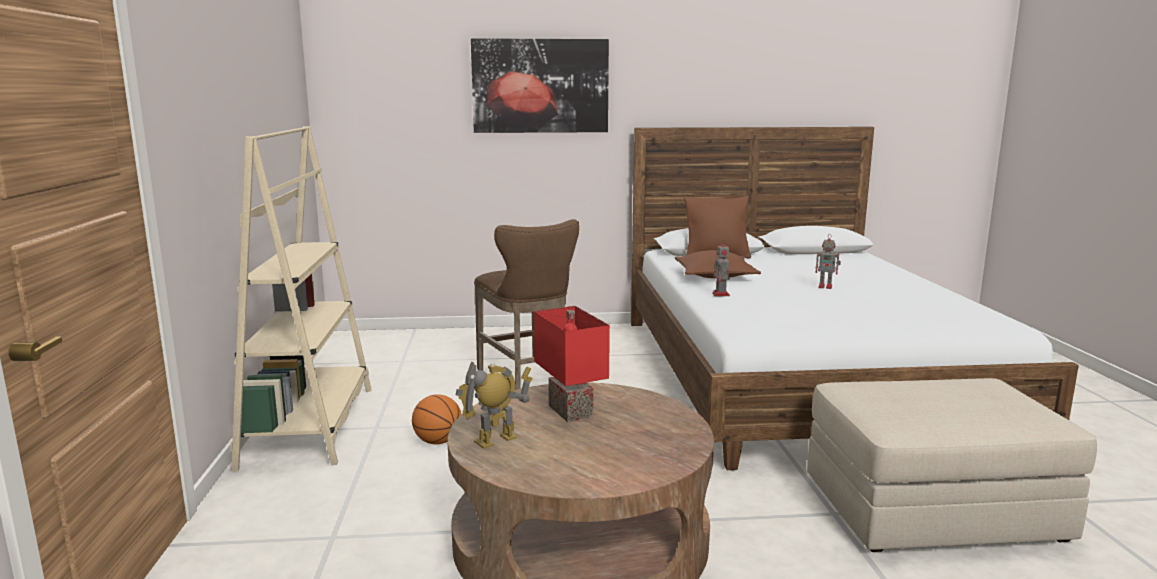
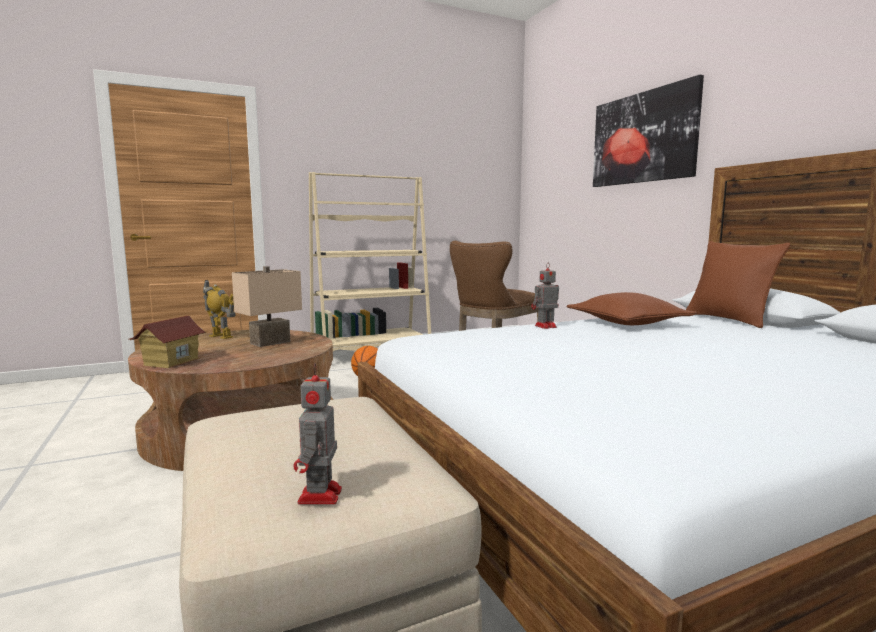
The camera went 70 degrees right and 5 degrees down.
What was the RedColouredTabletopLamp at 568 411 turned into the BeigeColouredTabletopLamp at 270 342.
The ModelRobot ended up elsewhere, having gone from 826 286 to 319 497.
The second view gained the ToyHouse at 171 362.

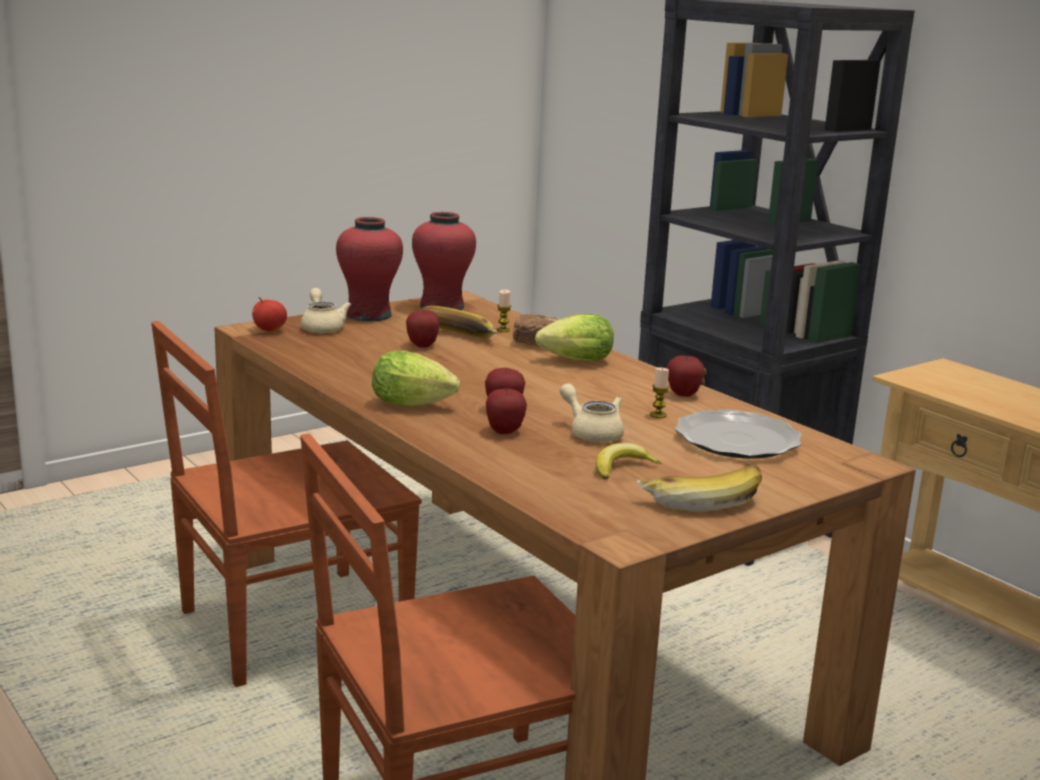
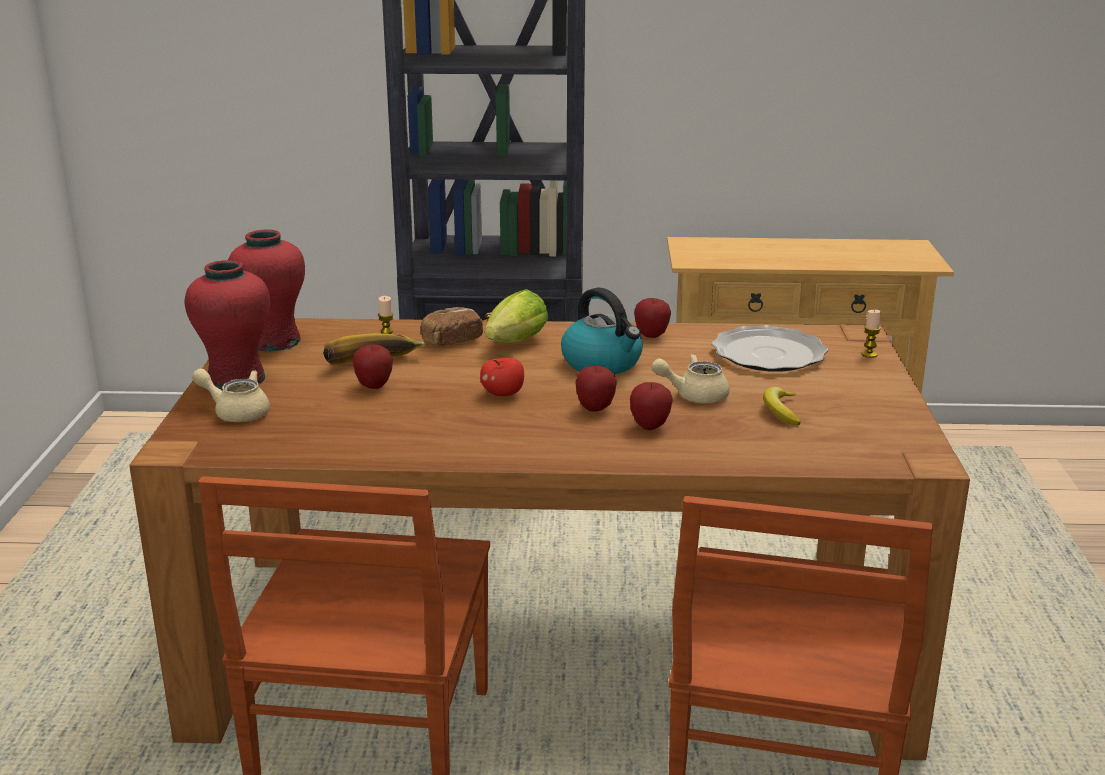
The camera went 50 degrees left and 5 degrees up.
The WholeApple ended up elsewhere, having gone from 269 330 to 503 394.
The second view lost the HeadOfLettuce at 416 405.
The second view lost the WholeBanana at 700 500.
The WaxCandle ended up elsewhere, having gone from 658 415 to 869 354.
The second view gained the WaterKettle at 603 363.

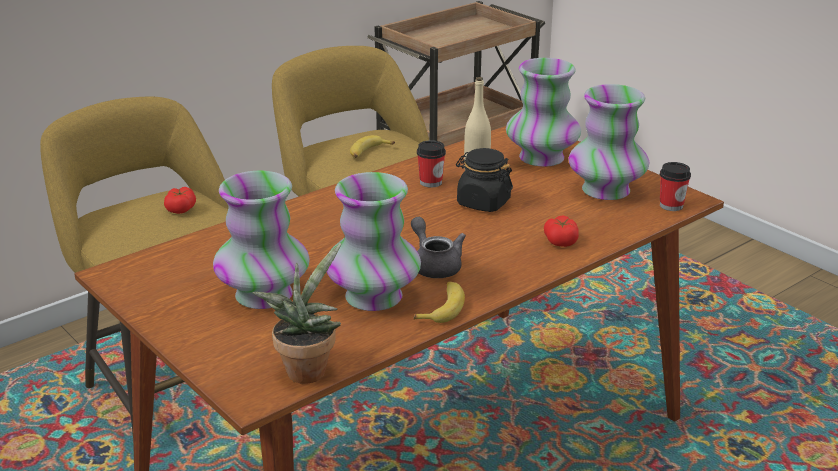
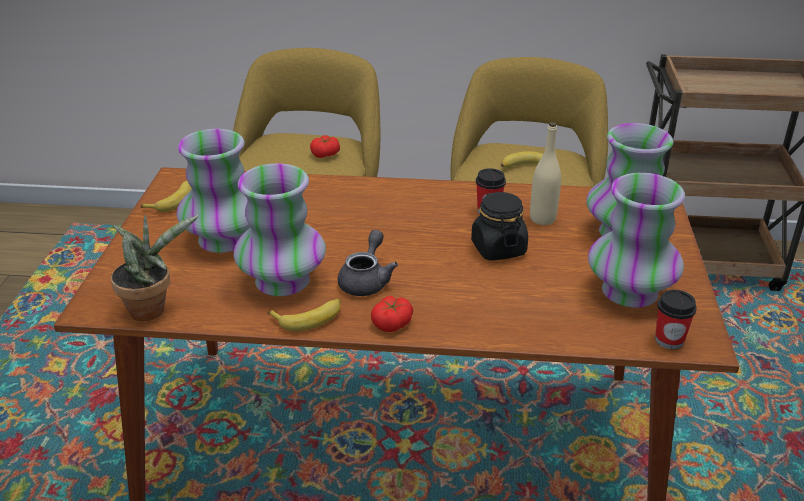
The camera went 45 degrees right and 5 degrees up.
The FreshTomato ended up elsewhere, having gone from 561 241 to 392 323.
The second view gained the WholeBanana at 172 201.

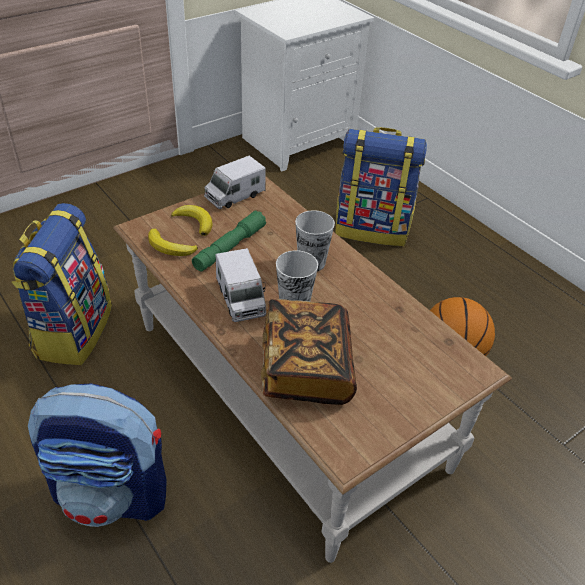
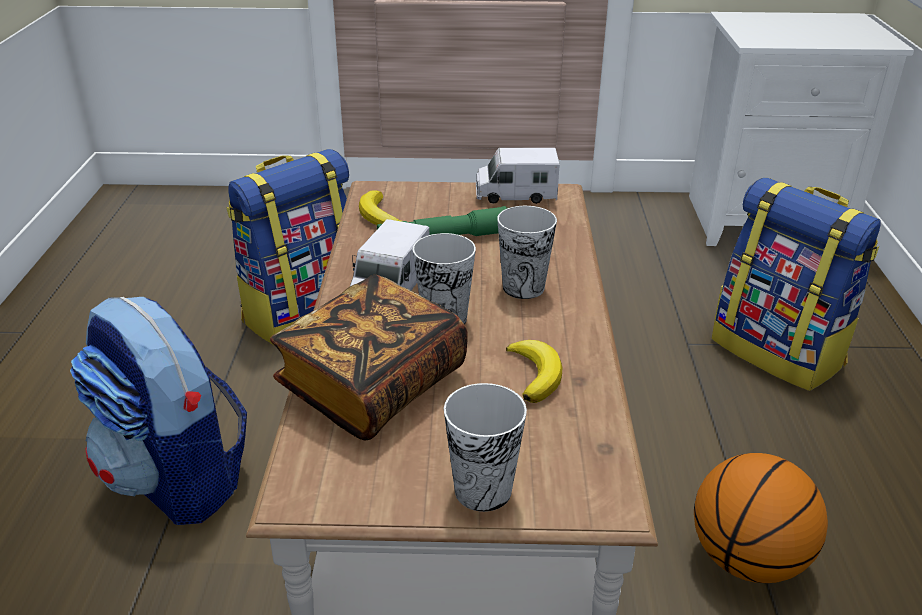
The camera went 40 degrees right and 10 degrees down.
The WholeBanana ended up elsewhere, having gone from 195 222 to 535 374.
The second view gained the DrinkingCup at 483 490.

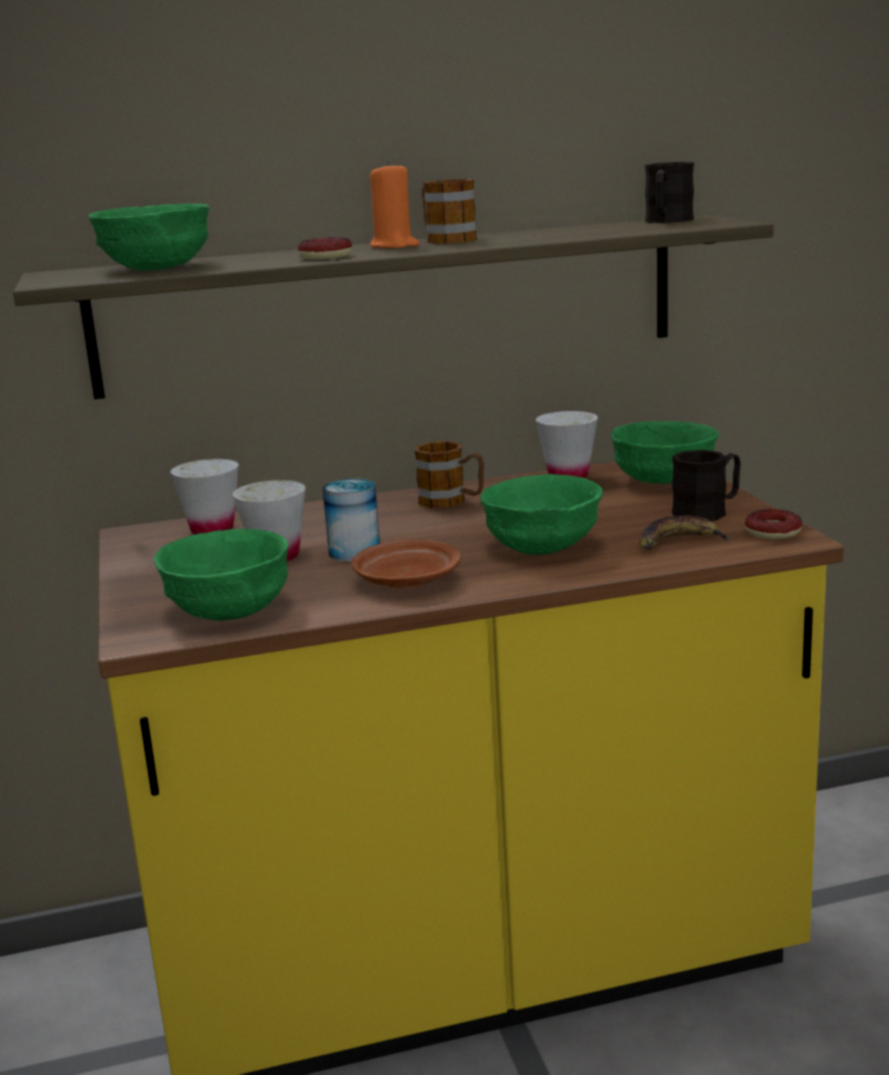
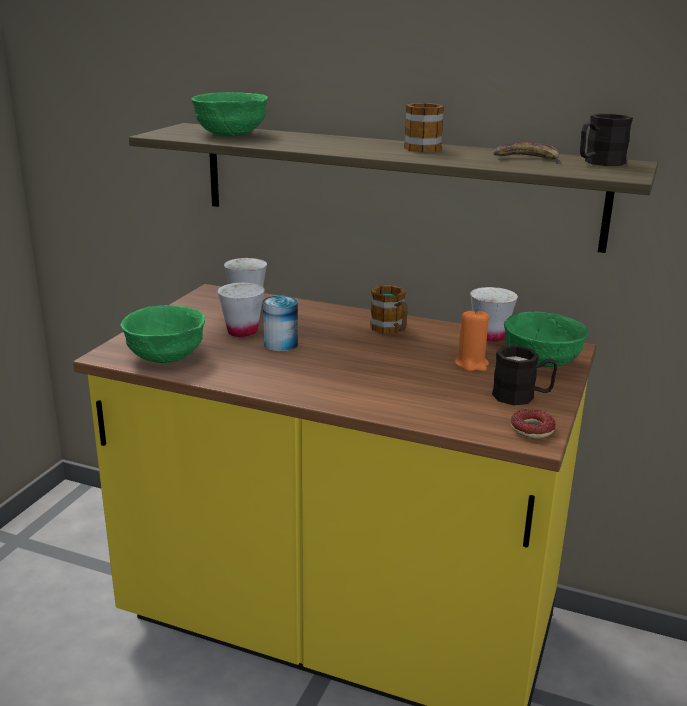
The camera went 35 degrees right and 5 degrees up.
The second view lost the Doughnut at 325 257.
The second view lost the BrownishDinnerPlate at 407 580.
The OrangeyWaxCandle ended up elsewhere, having gone from 394 246 to 471 364.
The second view lost the GreenColouredDeepDish at 544 547.
The WholeBanana ended up elsewhere, having gone from 678 542 to 526 158.

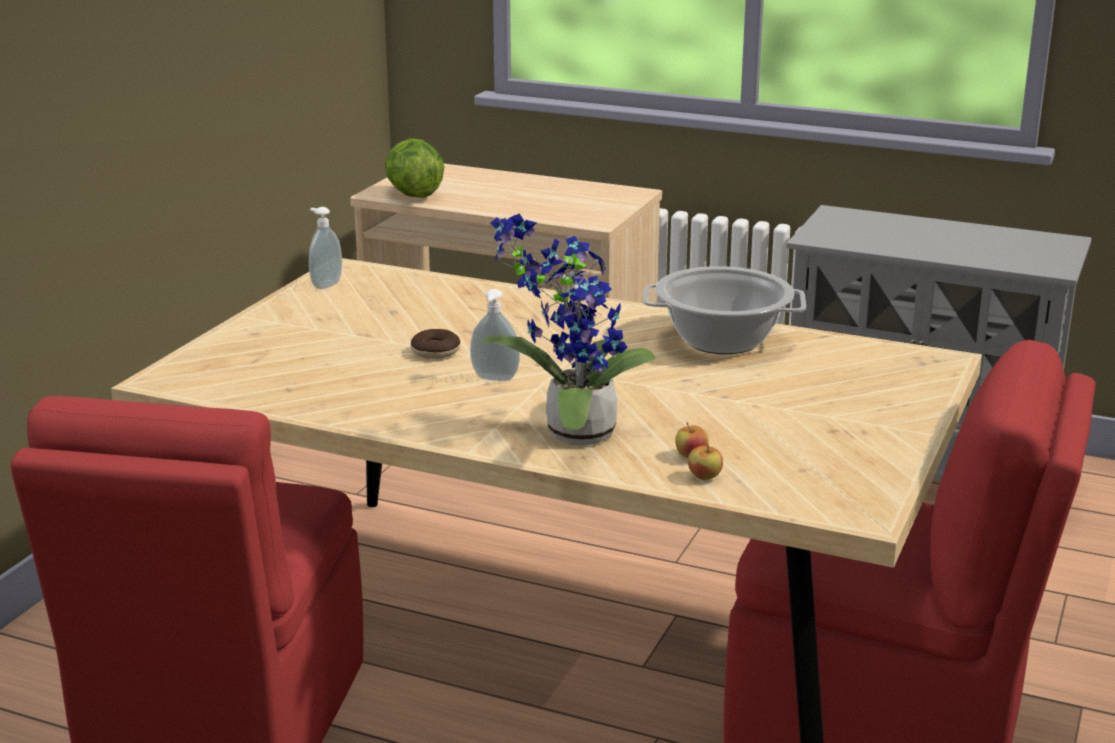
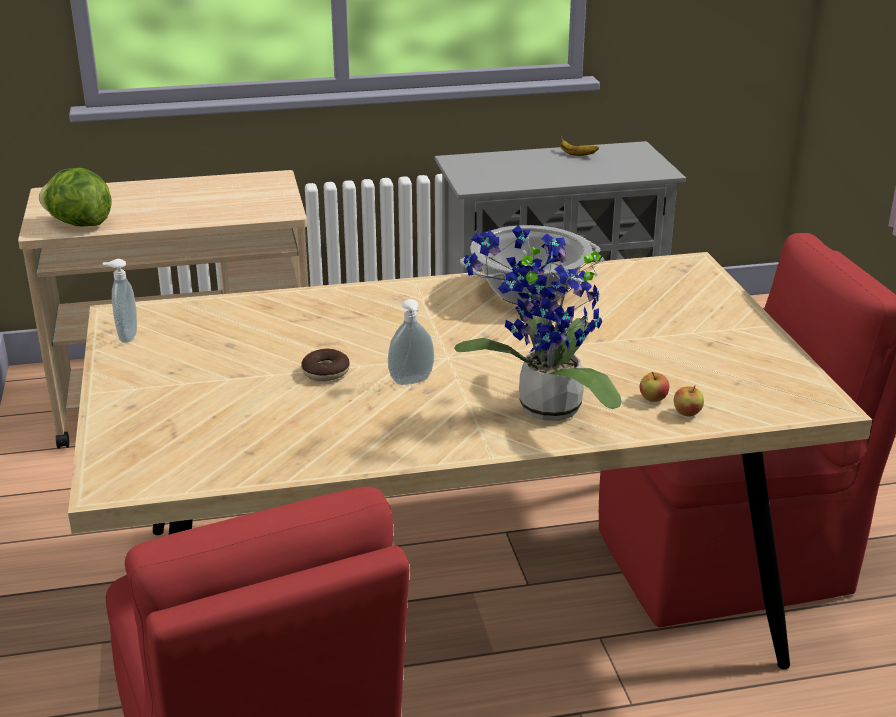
The camera went 35 degrees left and 5 degrees up.
The second view gained the WholeBanana at 576 155.

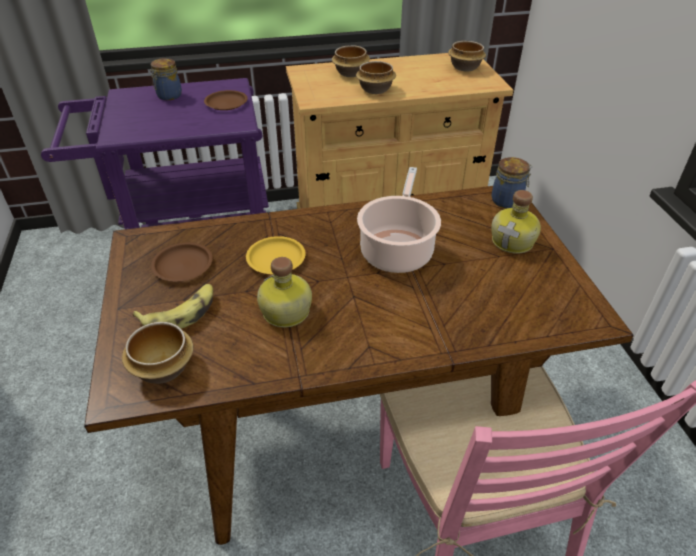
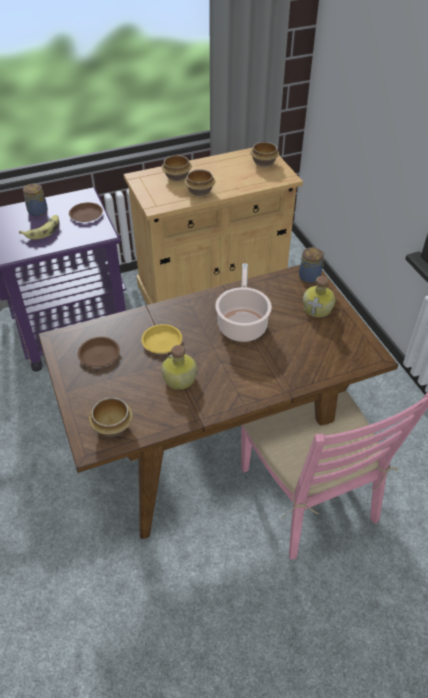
The camera went 10 degrees left and 5 degrees up.
The WholeBanana ended up elsewhere, having gone from 181 313 to 43 230.

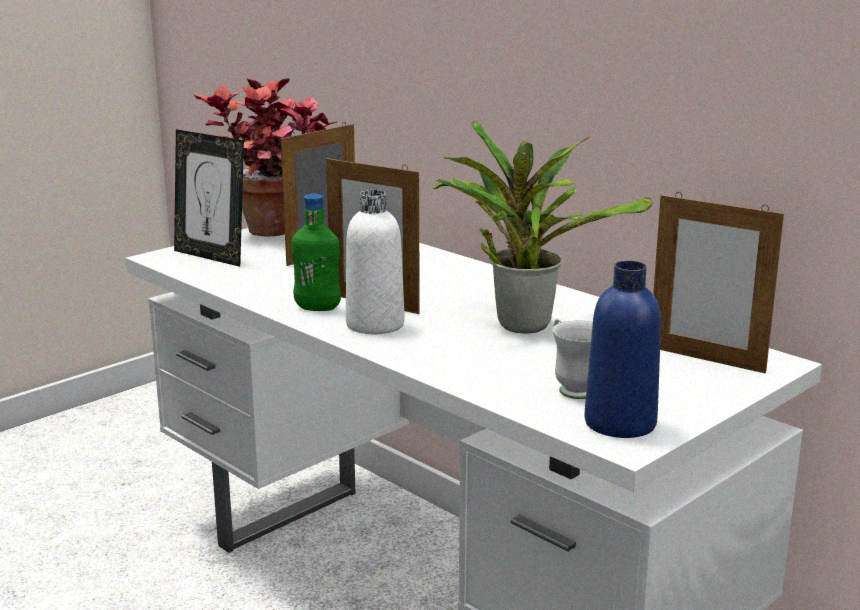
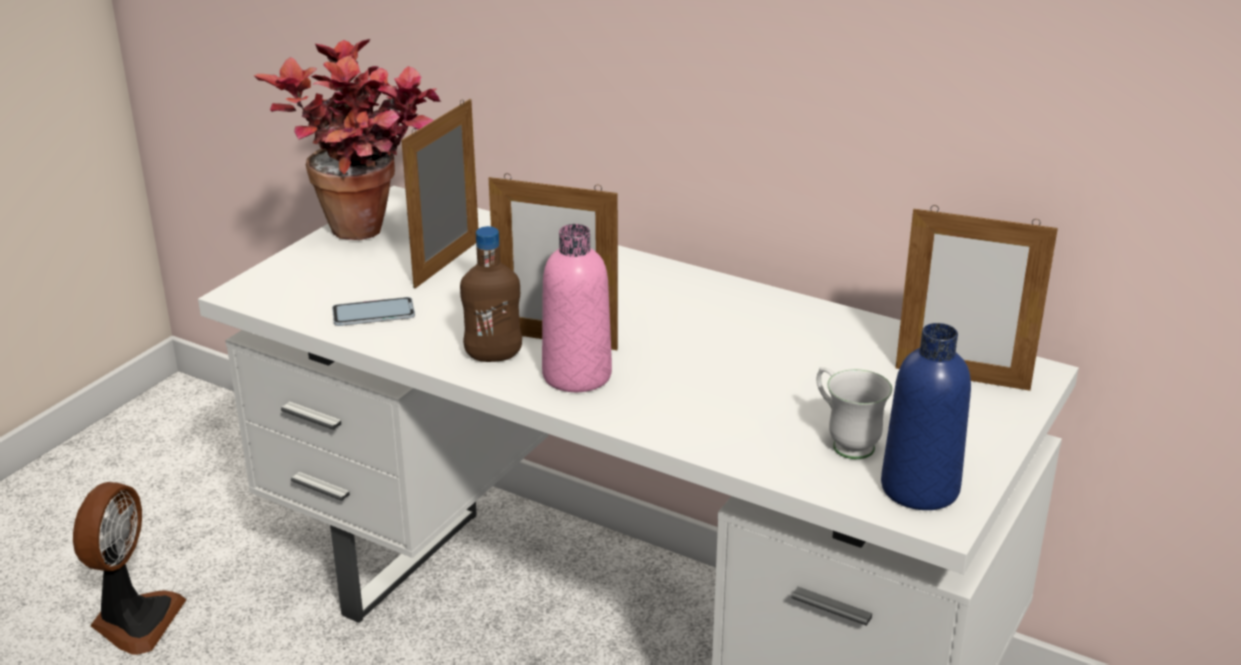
The camera went 15 degrees left and 10 degrees up.
The second view lost the StandingFrame at 211 256.
What was the GreenColouredDrinkBottle at 317 308 turned into the BrownishDrinkBottle at 493 356.
What was the WhiteDrinkBottle at 375 325 turned into the PinkColouredDrinkBottle at 577 375.
The second view lost the Houseplant at 520 323.
The second view gained the Fan at 134 620.
The second view gained the Telephone at 373 313.

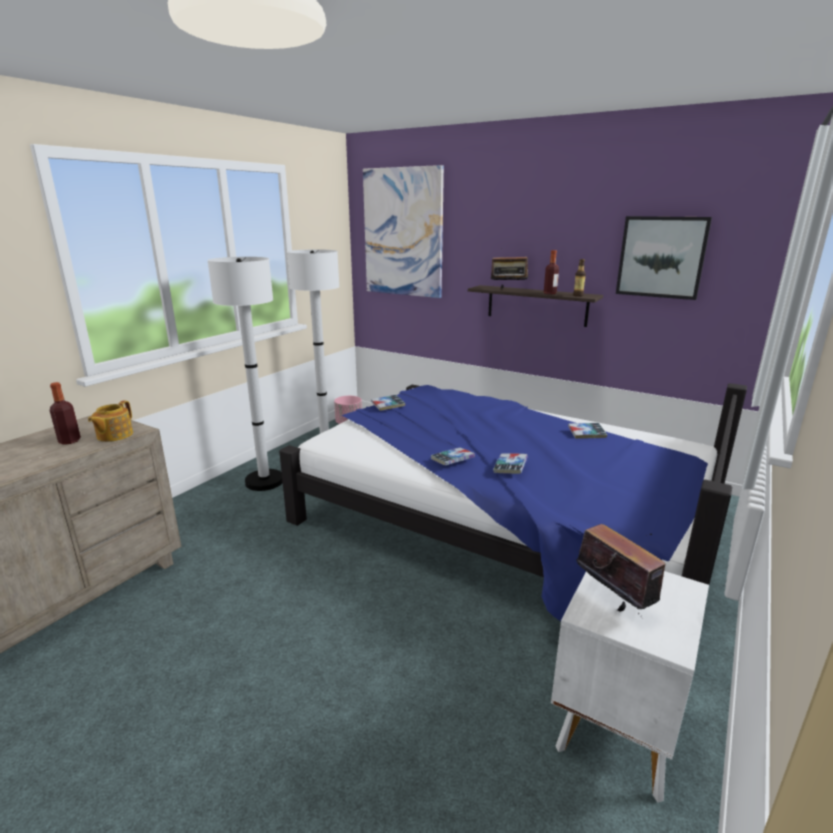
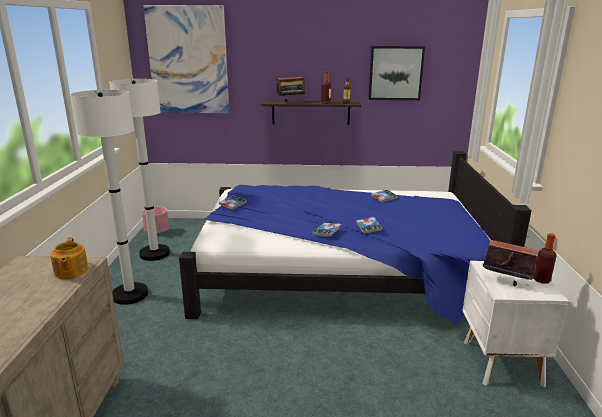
The camera went 30 degrees left and 0 degrees up.
The DrinkBottle ended up elsewhere, having gone from 69 441 to 541 280.

